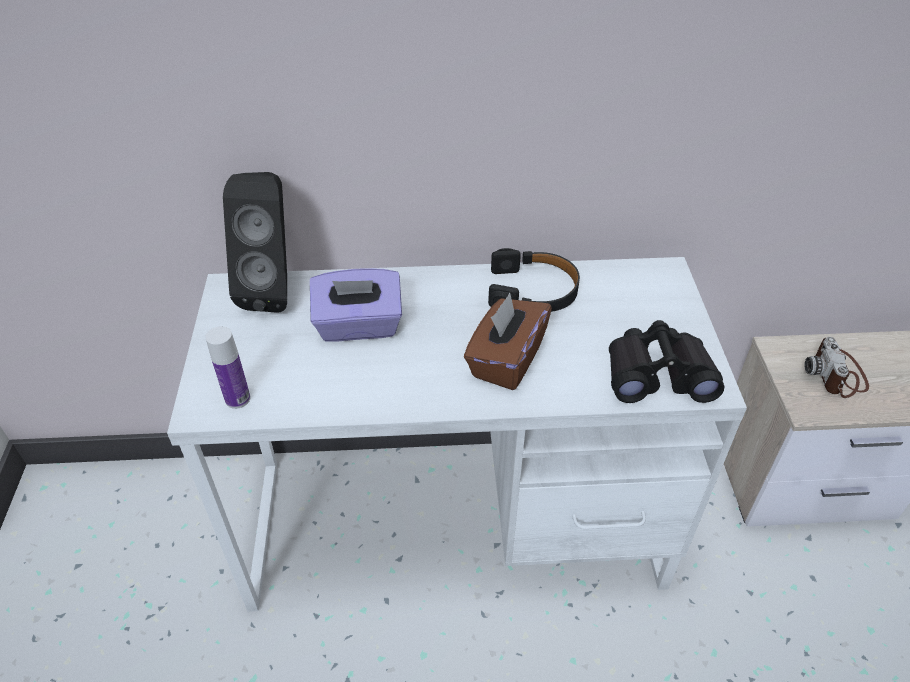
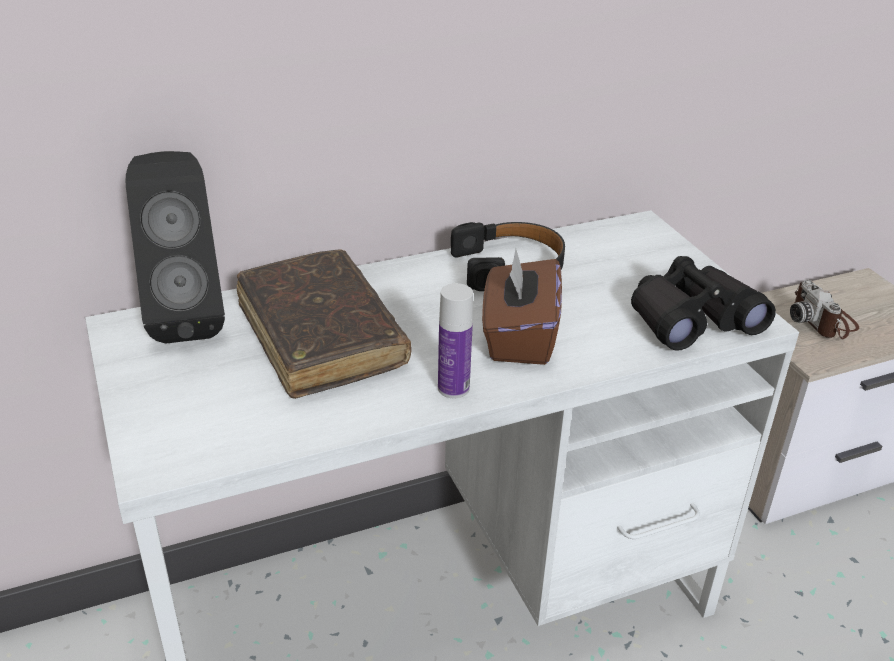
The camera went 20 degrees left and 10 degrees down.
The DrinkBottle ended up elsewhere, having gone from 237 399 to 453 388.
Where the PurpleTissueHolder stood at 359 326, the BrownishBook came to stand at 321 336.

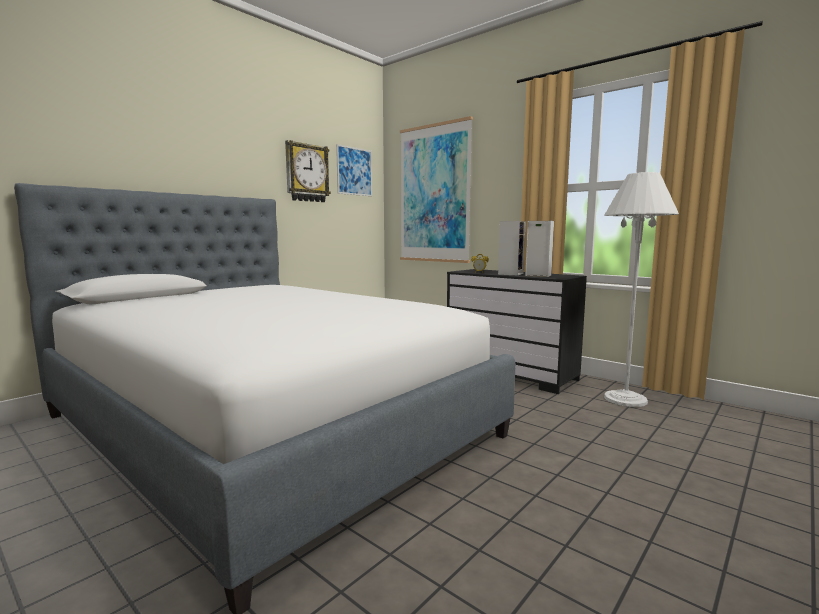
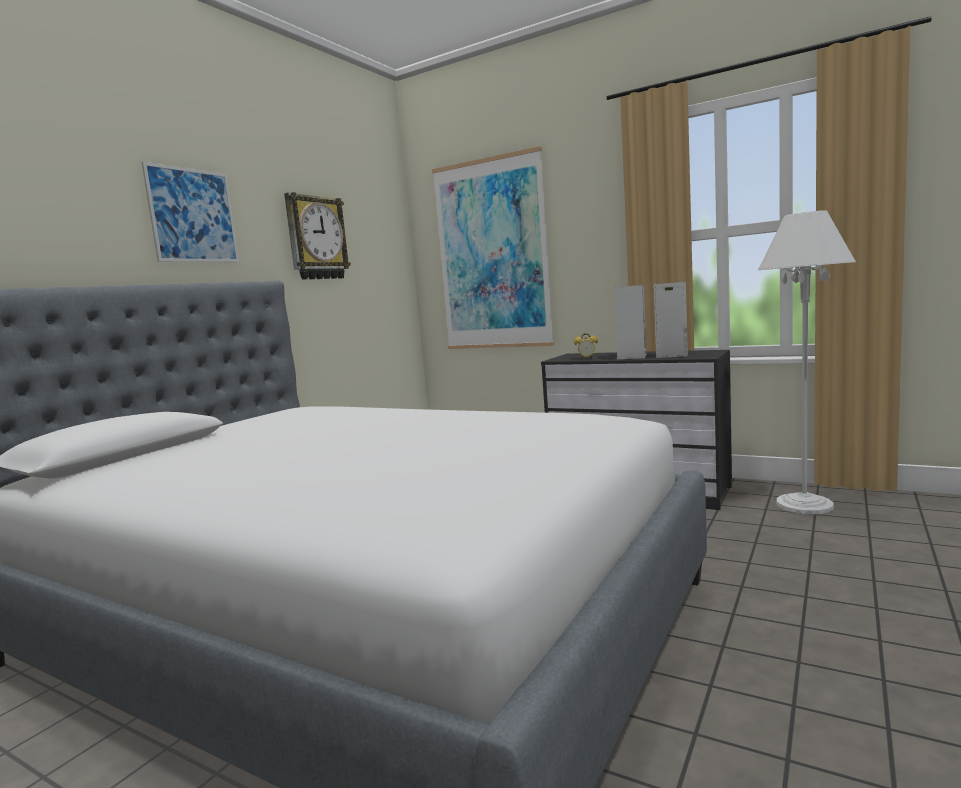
The camera went 10 degrees left and 0 degrees up.
The WallPicture ended up elsewhere, having gone from 354 171 to 193 215.

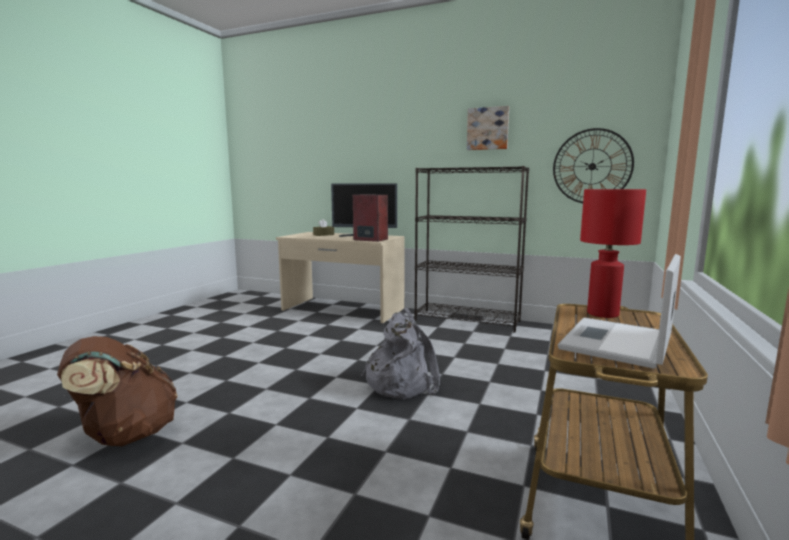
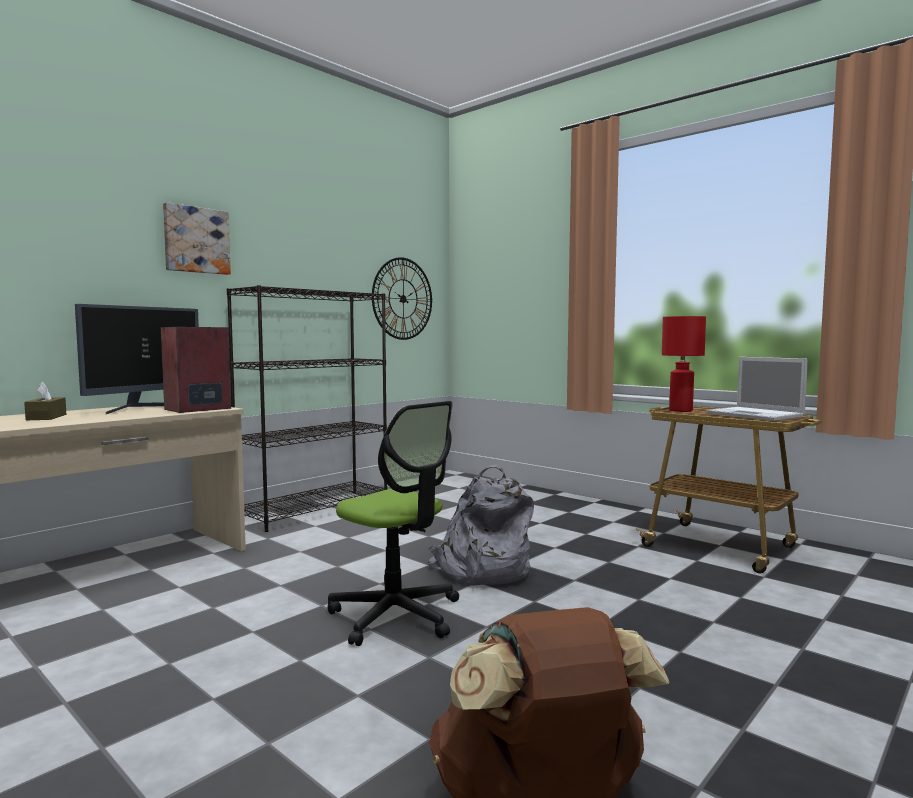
The camera went 70 degrees left and 5 degrees down.
The WallPicture ended up elsewhere, having gone from 488 128 to 196 240.
The second view gained the DeskChair at 396 615.

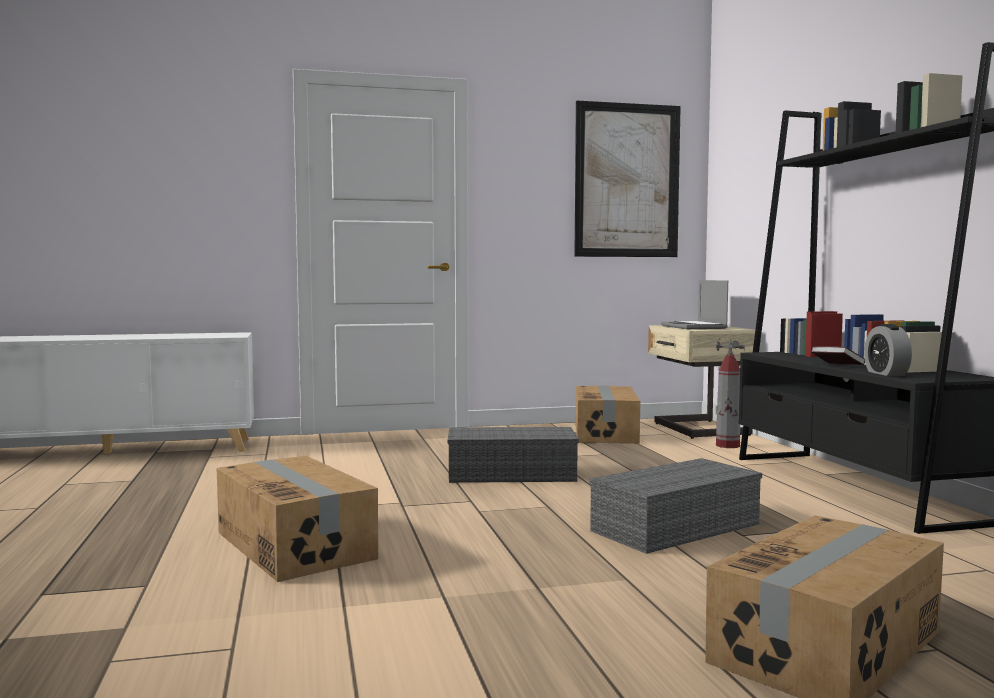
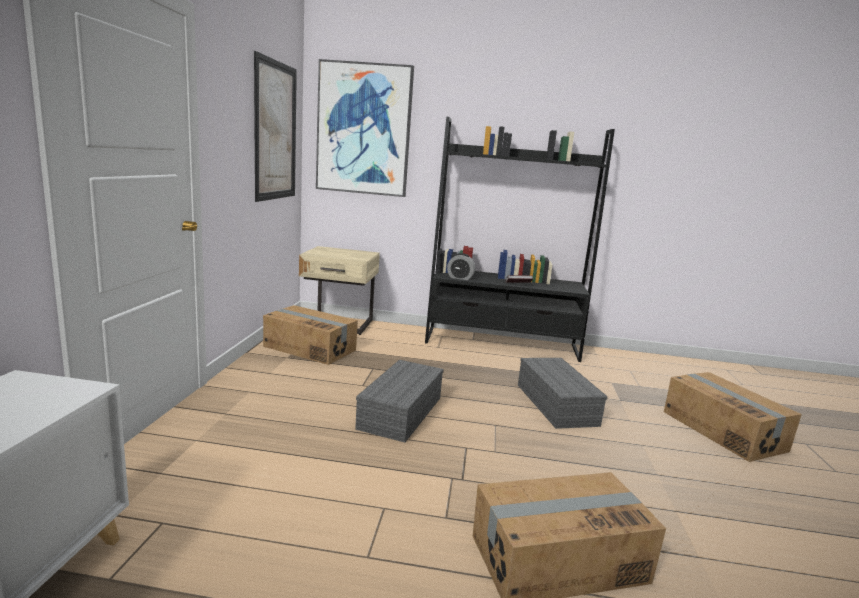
The camera went 70 degrees left and 10 degrees up.
The second view lost the Laptop at 694 327.
The second view lost the FireFightingCylinder at 728 446.
The TableClock ended up elsewhere, having gone from 886 373 to 460 278.
The second view gained the WallPicture at 364 130.

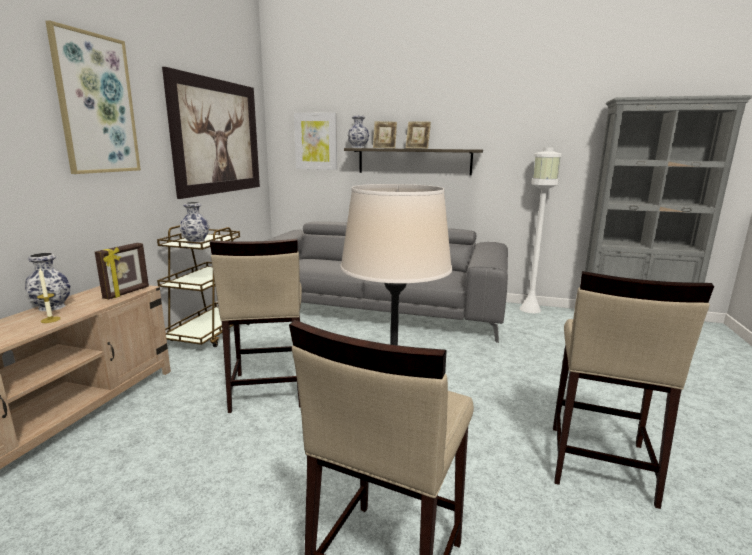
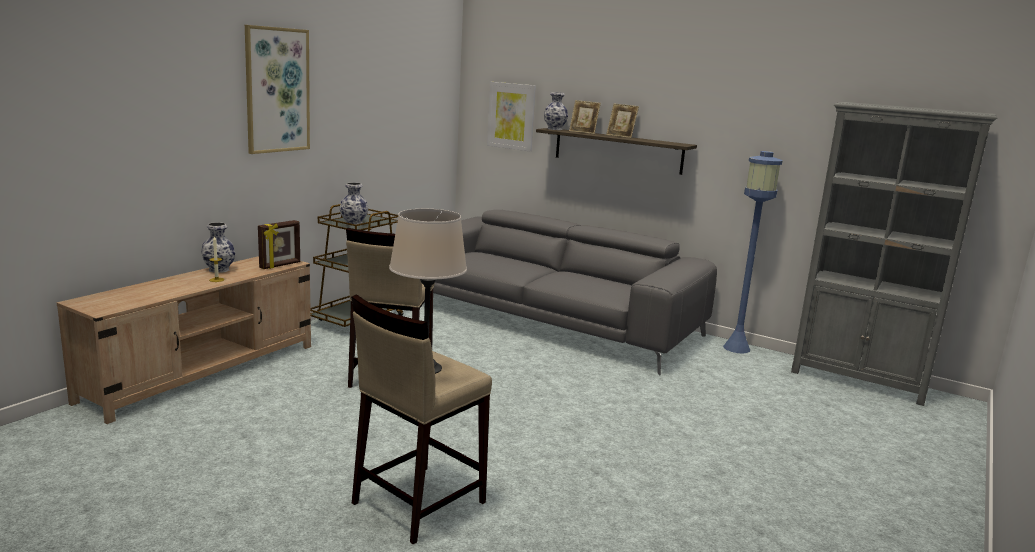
The camera went 15 degrees right and 0 degrees up.
The second view lost the WallPicture at 217 137.
What was the WhiteFloorLamp at 530 309 turned into the BlueFloorLamp at 737 348.
The second view lost the BeigeColouredStoolSeat at 598 463.

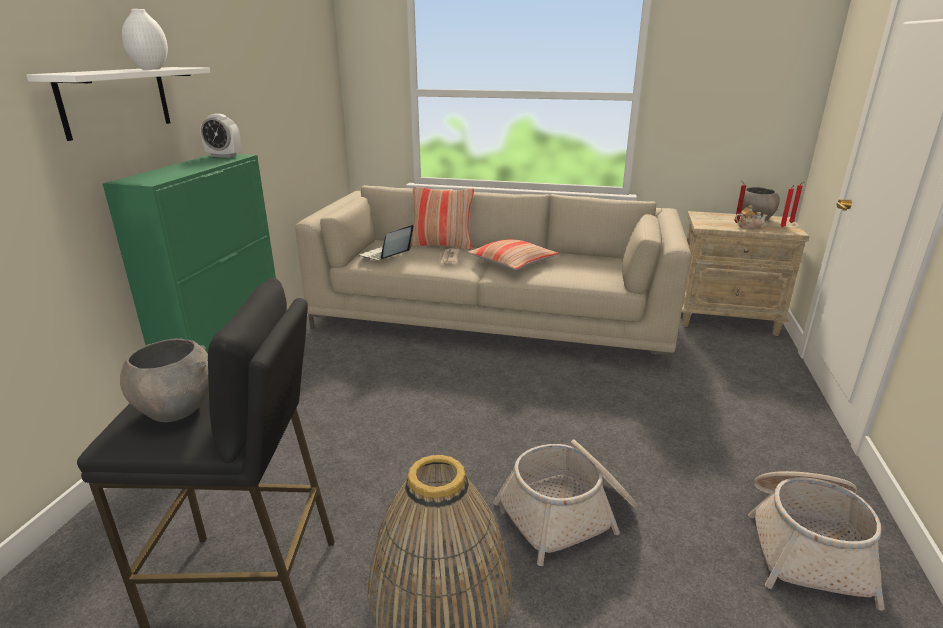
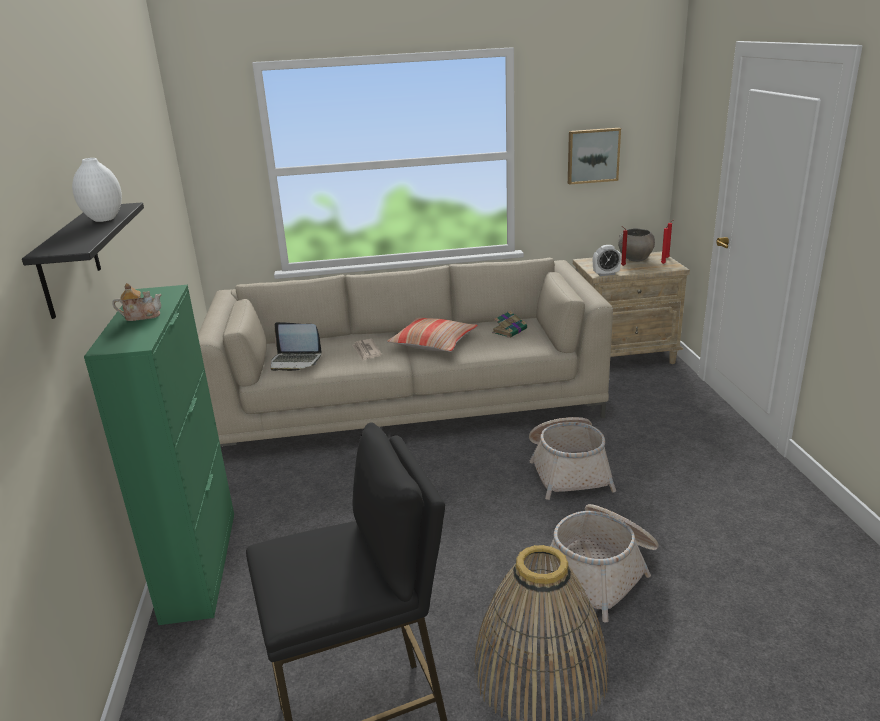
The camera went 20 degrees left and 0 degrees up.
What was the WhiteBracketShelf at 116 101 turned into the BlackishBracketShelf at 69 260.
The second view lost the GrayDeepDish at 177 409.
The TableClock ended up elsewhere, having gone from 224 156 to 606 274.
The Laptop at 385 256 ended up facing another way, 90 degrees counterclockwise from before.
The second view lost the ThrowPillow at 442 245.
The TeaPot ended up elsewhere, having gone from 748 227 to 141 316.
The Basket ended up elsewhere, having gone from 805 545 to 568 469.
The second view gained the Book at 510 330.
The second view gained the WallPicture at 592 155.

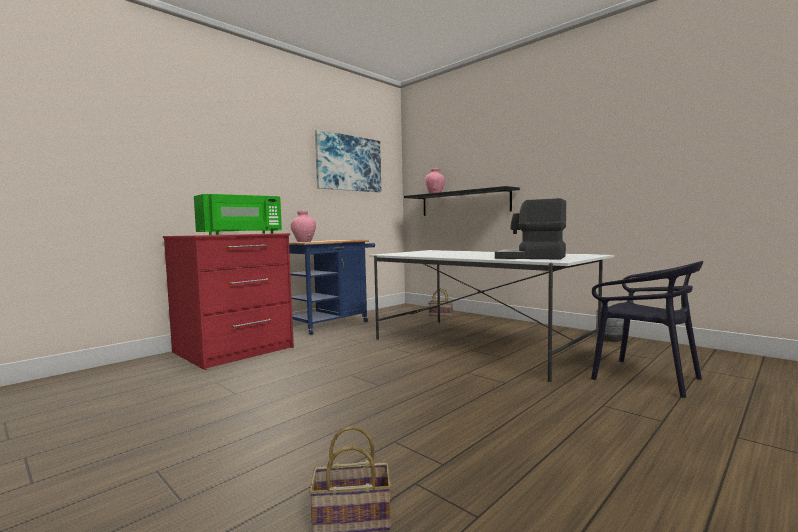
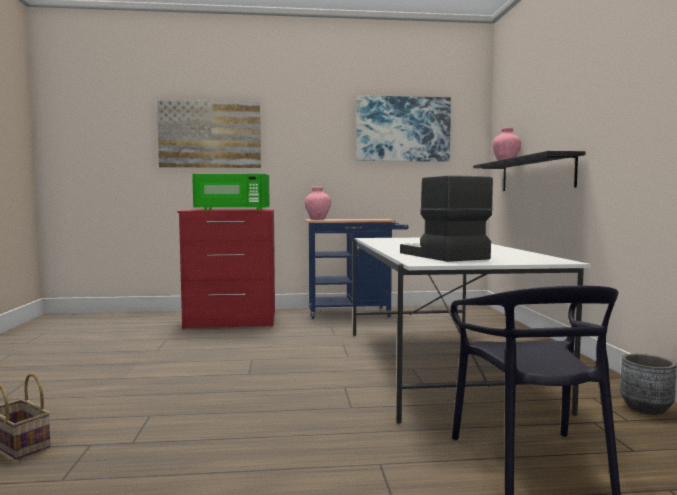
The camera went 40 degrees right and 0 degrees up.
The second view lost the Basket at 441 315.
The second view gained the WallPicture at 210 134.

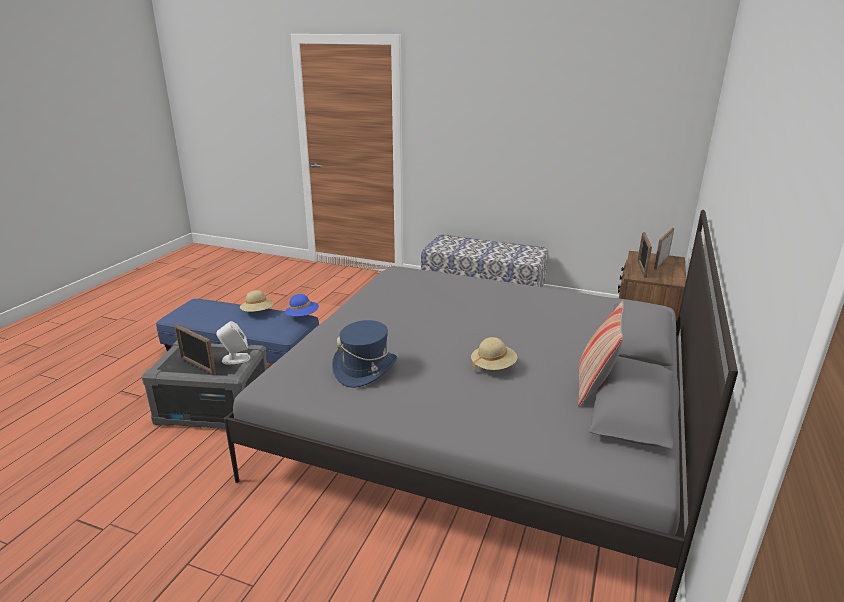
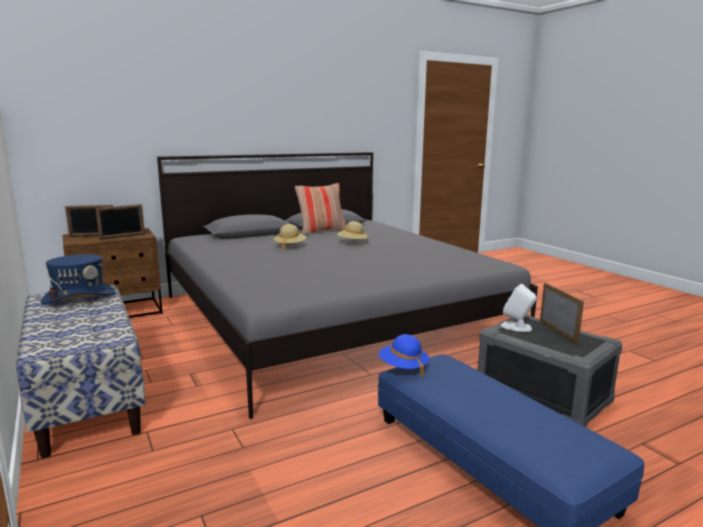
The camera went 140 degrees left and 10 degrees down.
The BeigeColouredWearableHat ended up elsewhere, having gone from 258 313 to 289 246.
The BlueWearableHat ended up elsewhere, having gone from 365 369 to 79 297.

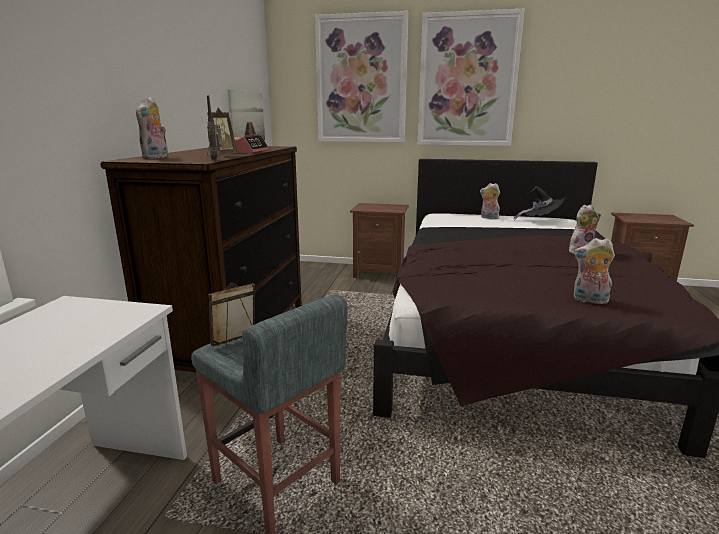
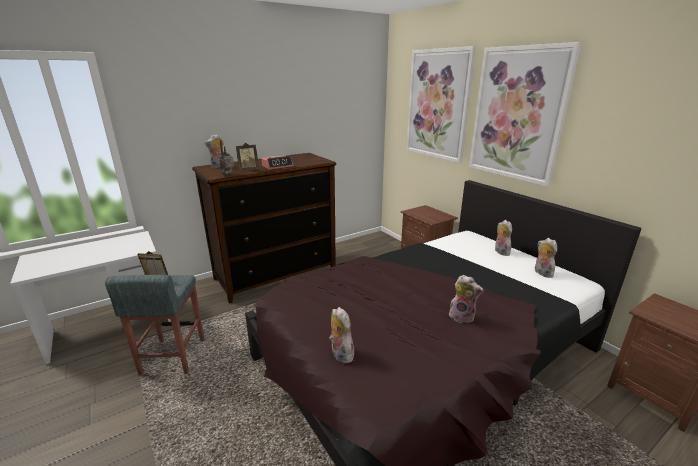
The camera went 45 degrees right and 5 degrees up.
The second view lost the WallPicture at 246 117.
Where the BlackishWearableHat stood at 540 221, the CuddlyToy came to stand at 541 273.

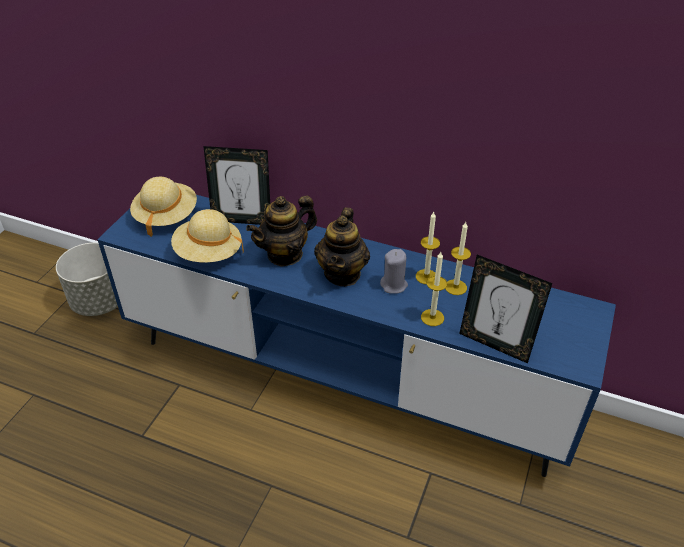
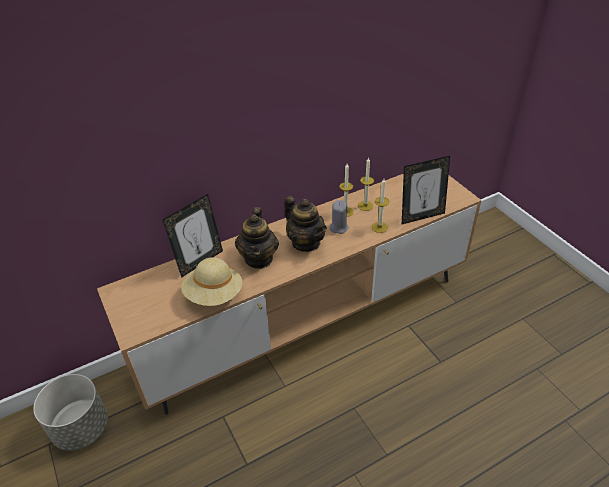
The camera went 50 degrees left and 0 degrees up.
What was the BlueTvUnit at 342 378 turned into the BrownishTvUnit at 306 324.
The second view lost the BeigeColouredWearableHat at 166 216.

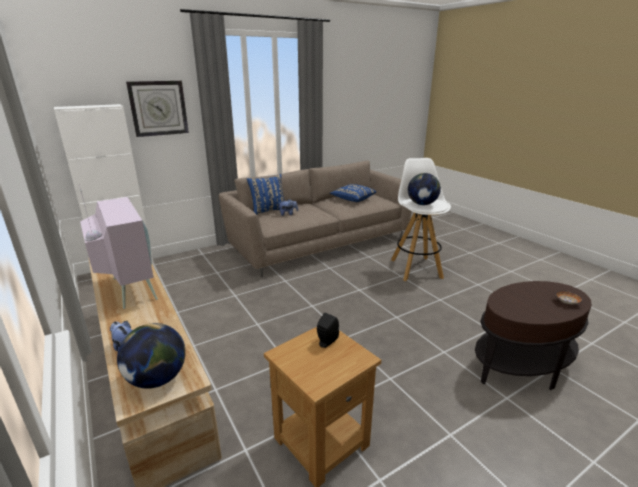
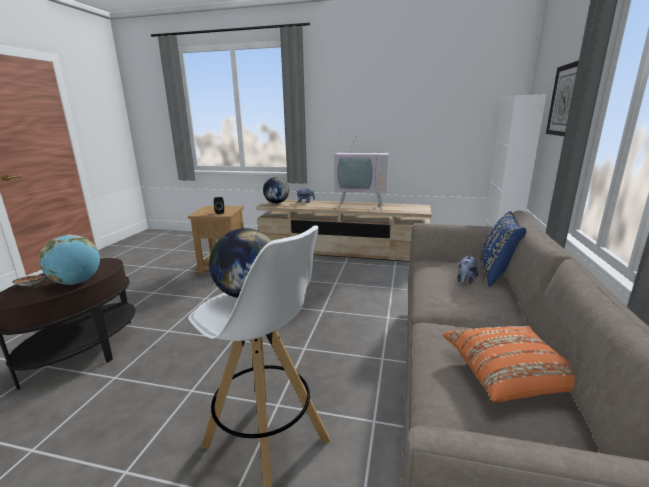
The camera went 135 degrees right and 5 degrees down.
What was the BlueThrowPillow at 353 199 turned into the OrangeyThrowPillow at 510 376.
The second view gained the DeskGlobe at 77 282.

